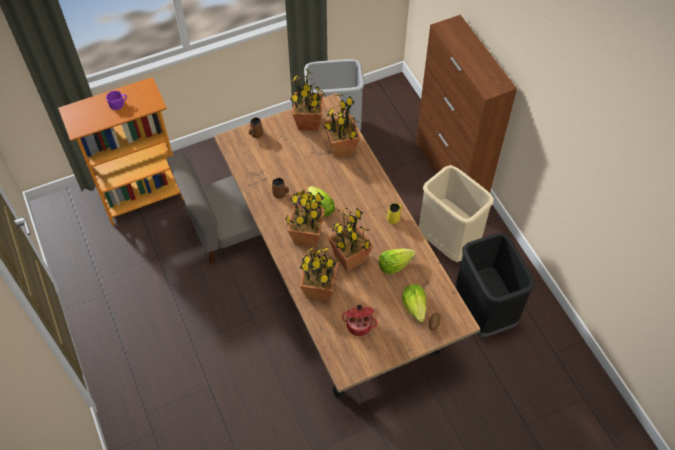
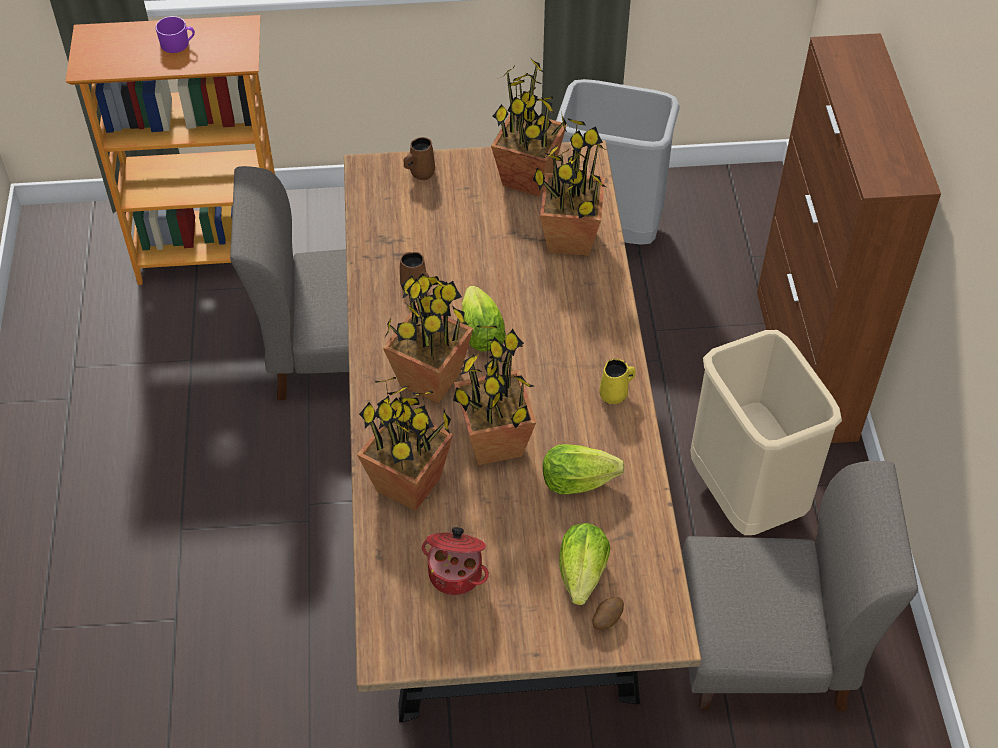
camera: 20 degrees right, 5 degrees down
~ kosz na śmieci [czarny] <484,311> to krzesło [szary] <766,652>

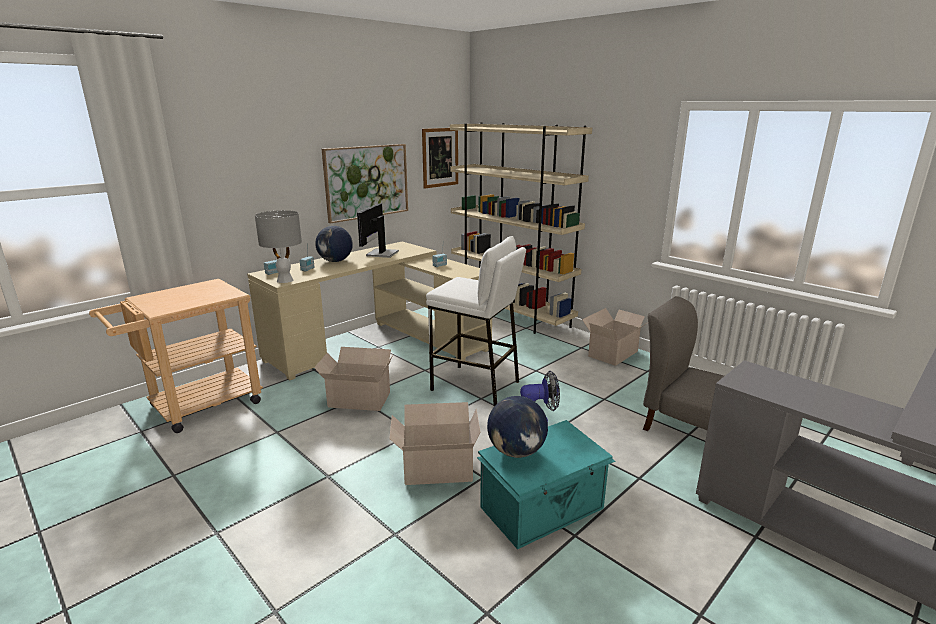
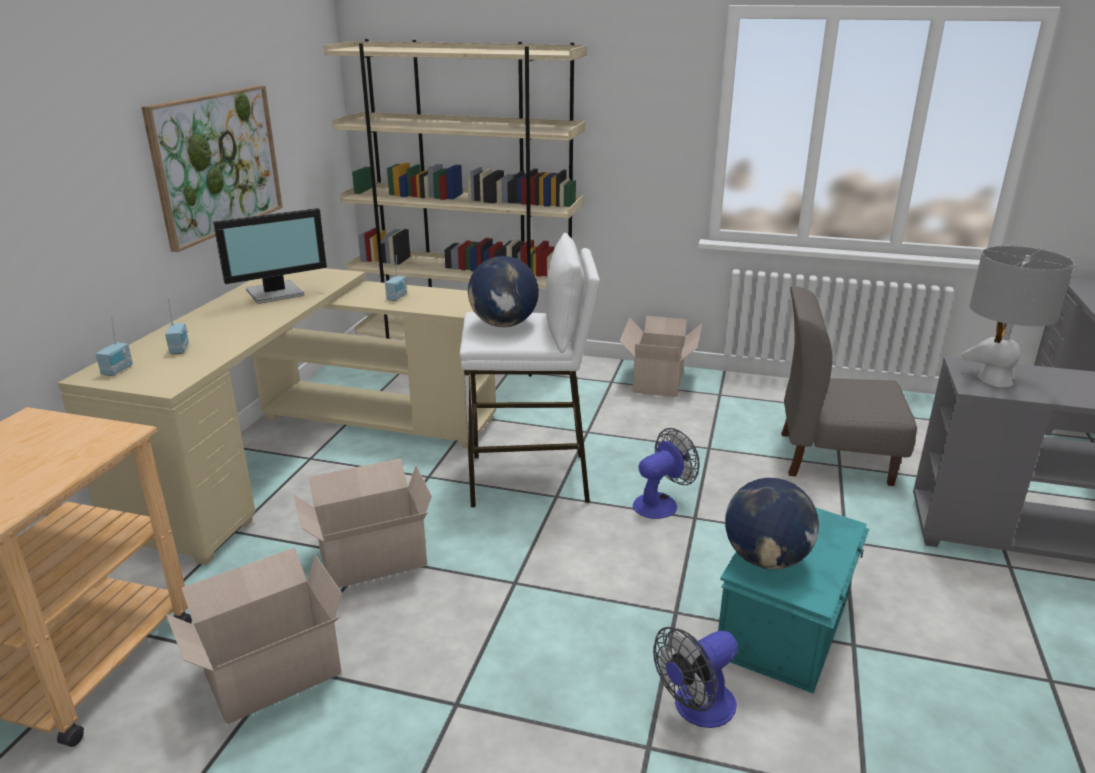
camera: 30 degrees left, 5 degrees up
~ lampa stołowa [szary] <285,280> to <995,380>
~ globus <335,261> to <504,324>
~ monitor <381,253> = <276,293> 105 degrees counterclockwise
~ karton <436,468> to <269,675>
- obraz <440,157>
+ wentylator <696,709>

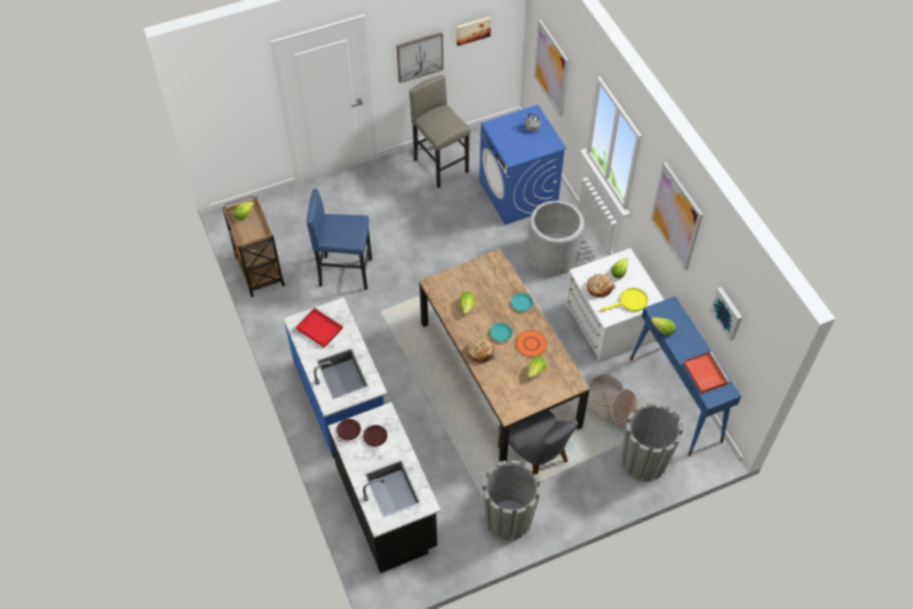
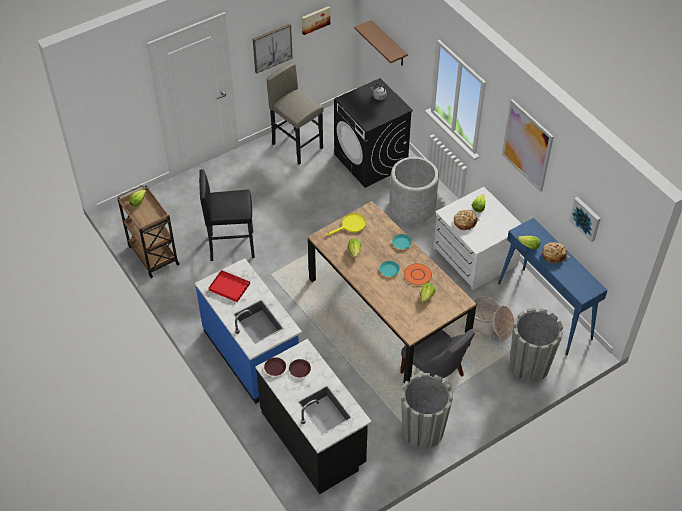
camera: 10 degrees left, 5 degrees down
~ stołek [niebieski] <345,272> to stołek [czarny] <231,245>
~ chleb <481,352> to <553,255>
~ pralka [niebieski] <518,194> to pralka [czarny] <371,161>
~ obraz <551,68> to półka [brązowy] <389,44>
~ patelnia [żółty] <629,302> to <350,225>
- taca [czerwony] <704,373>

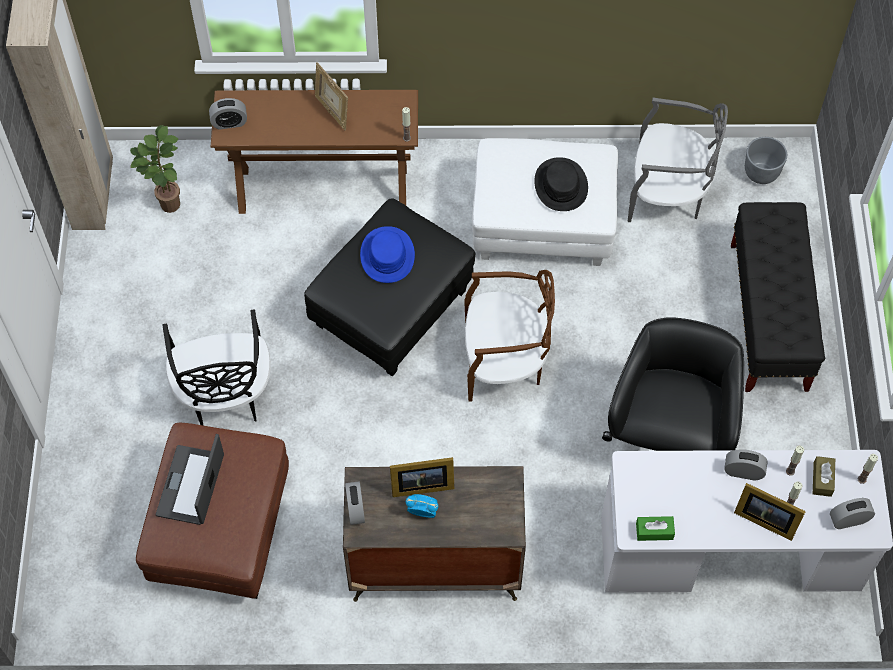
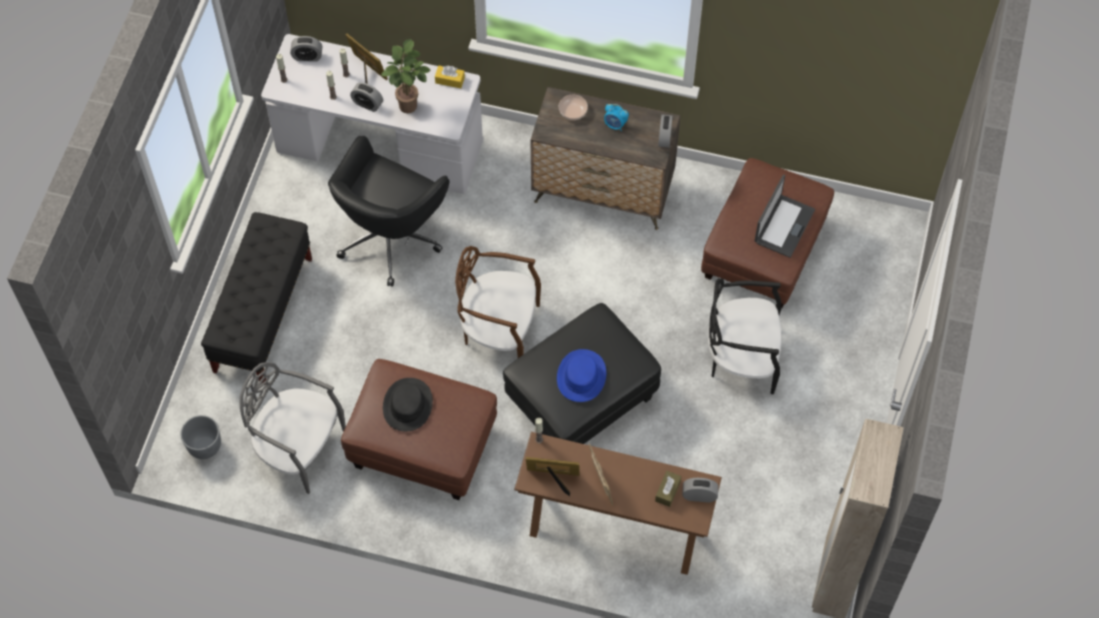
camera: 165 degrees left, 0 degrees up
~ roślina doniczkowa <168,202> to <409,108>
~ krzesło [czarny] <224,395> = <741,357> 90 degrees counterclockwise
~ ramka na zdjęcie <420,485> to <554,478>
~ pufa [biały] <543,224> to pufa [brązowy] <422,446>
~ pudełko chusteczek [zielony] <654,531> to pudełko chusteczek [żółty] <450,80>
~ pudełko chusteczek [brązowy] <822,479> to <667,491>
+ miska <573,111>

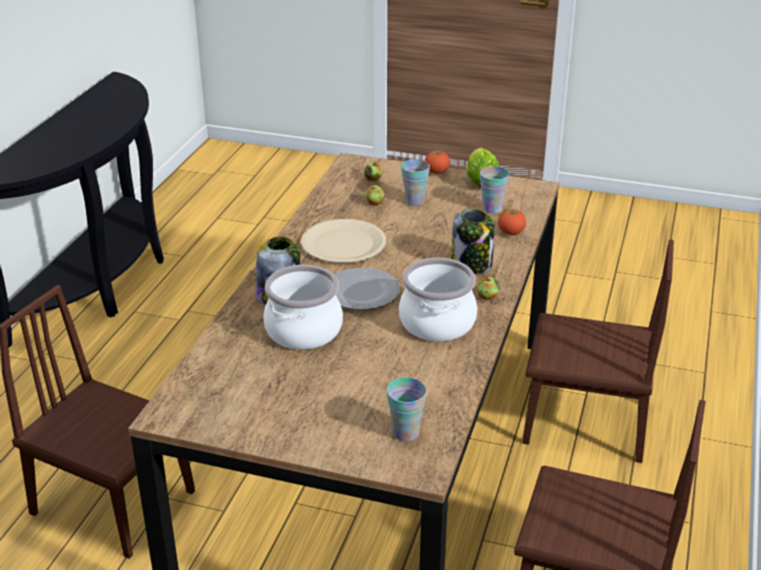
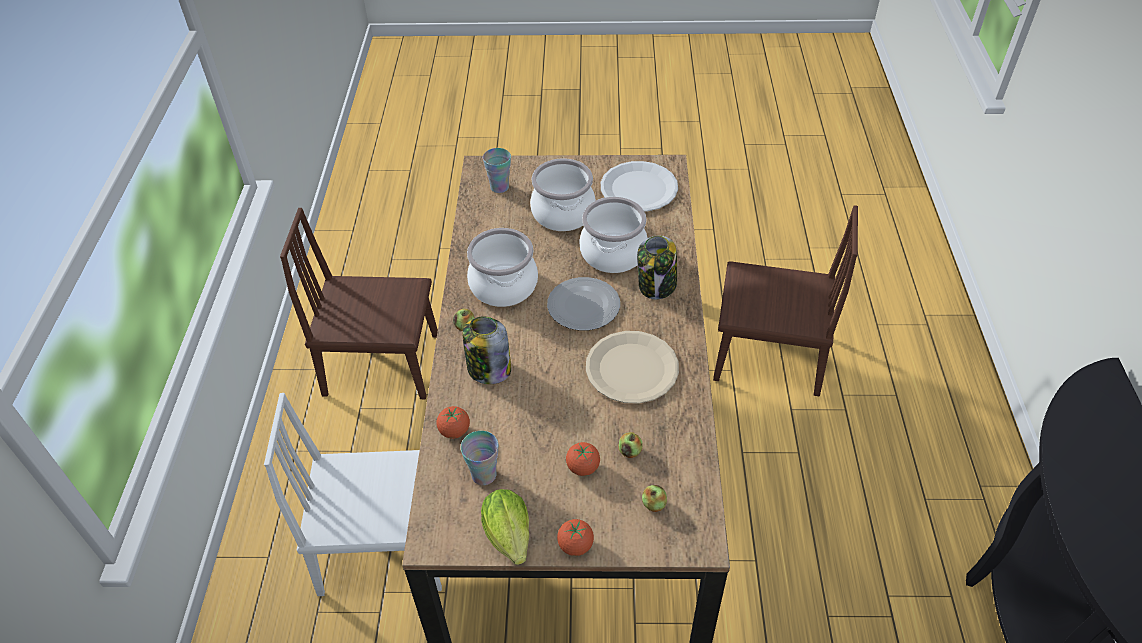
camera: 165 degrees right, 15 degrees up
~ filiżanka <414,201> to pomidor <583,467>
~ krzesło [brązowy] <585,422> to krzesło [biały] <385,547>
+ garnek <562,213>
+ talerz [biały] <639,188>

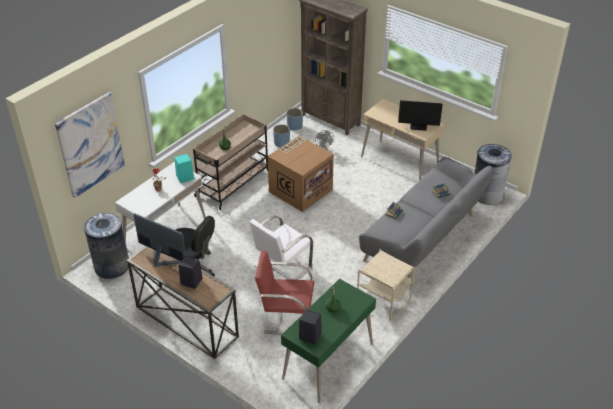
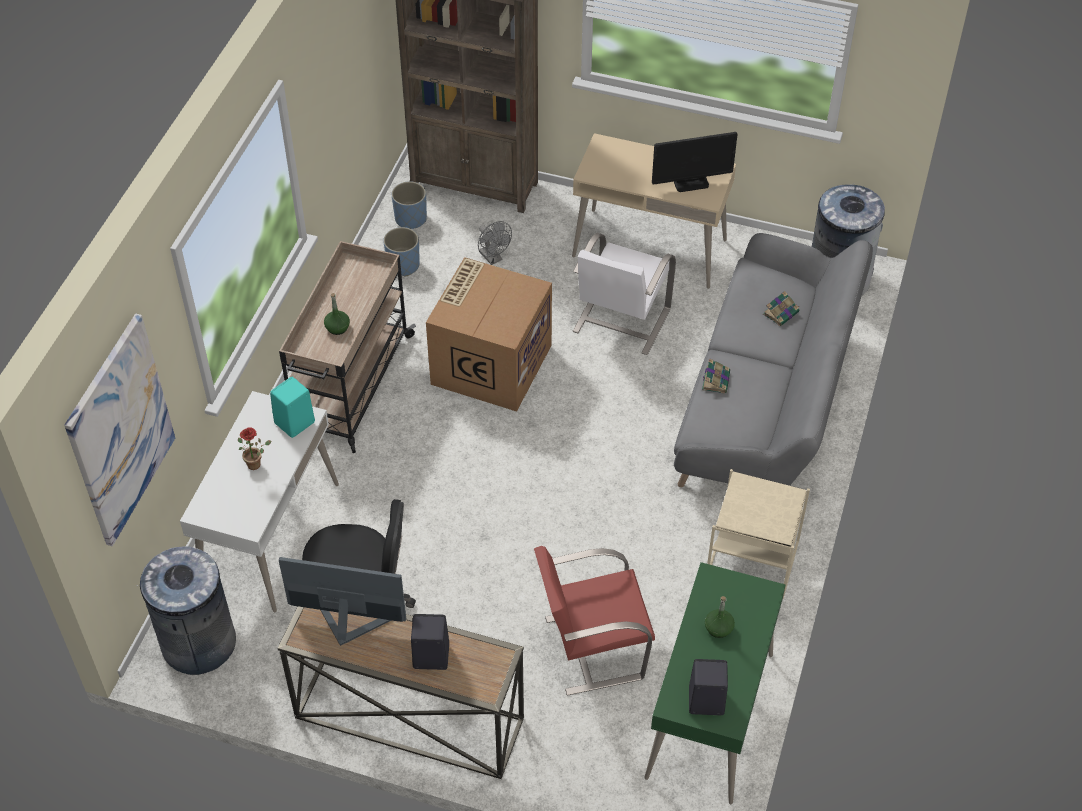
camera: 20 degrees left, 10 degrees up
~ krzesło [biały] <281,267> to <620,321>

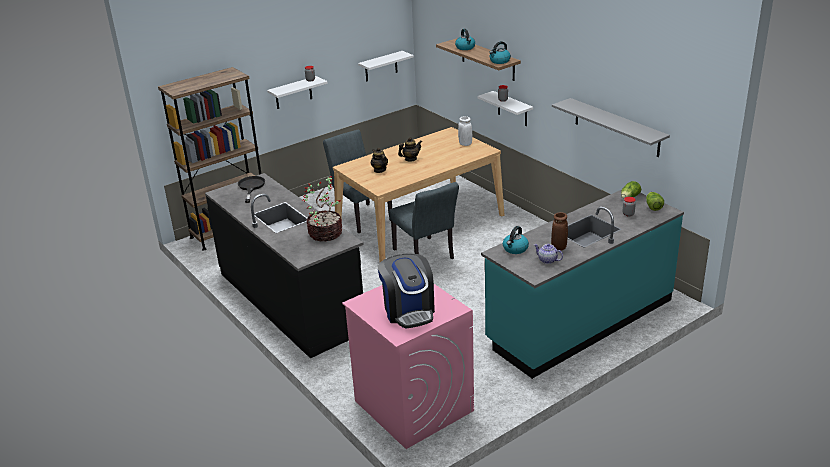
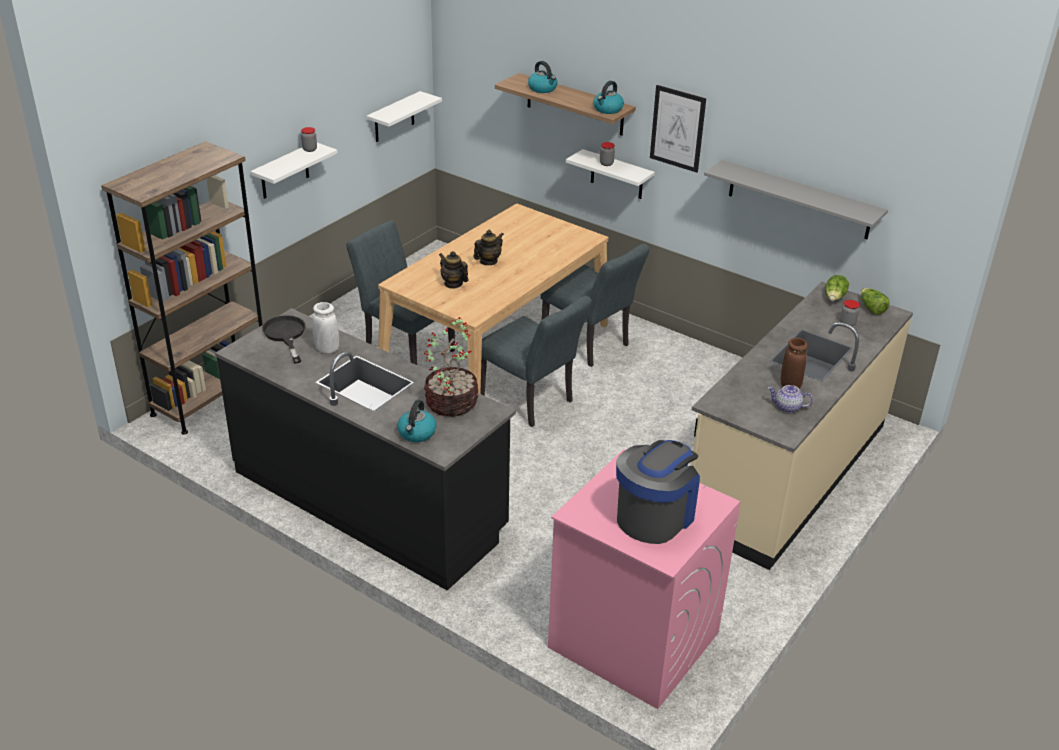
camera: 20 degrees left, 5 degrees up
~ ekspres do kawy <408,310> = <655,515> 105 degrees counterclockwise
~ wazon [biały] <465,144> to <327,349>
~ zabudowa kuchenna [turkusowy] <579,321> to zabudowa kuchenna [beżowy] <786,474>
~ czajnik <515,249> to <417,433>
+ krzesło [szary] <590,345>
+ obraz <677,128>

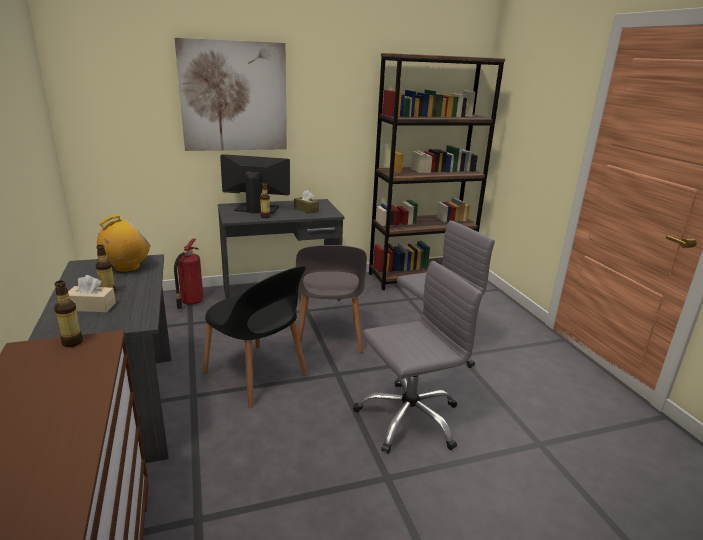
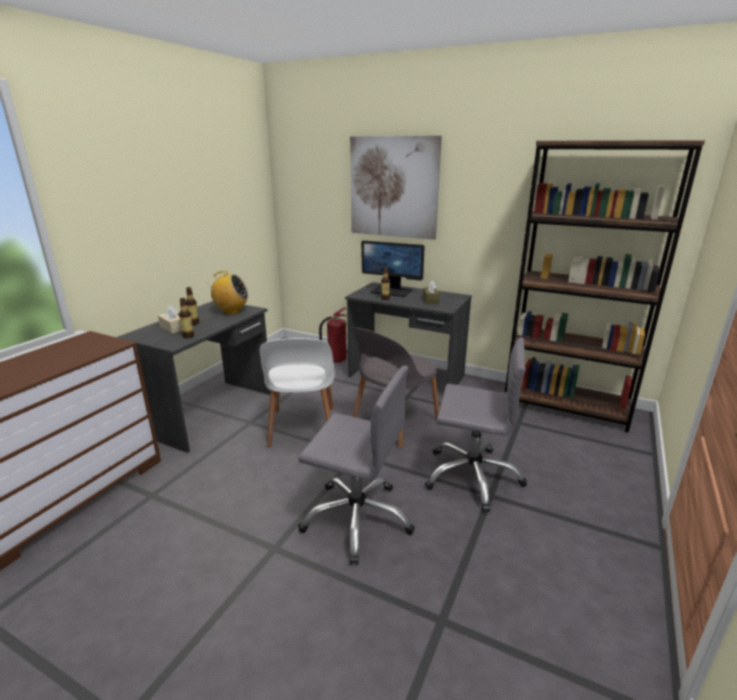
camera: 45 degrees right, 0 degrees up
~ butelka <72,342> to <188,336>
~ krzesło [czarny] <256,375> to krzesło [biały] <302,428>
~ monitor <256,209> = <391,291> 150 degrees clockwise

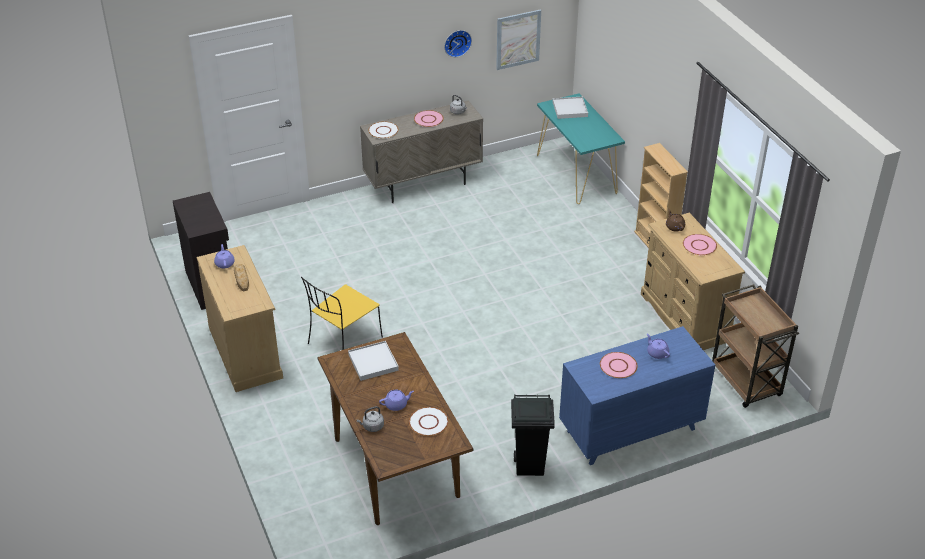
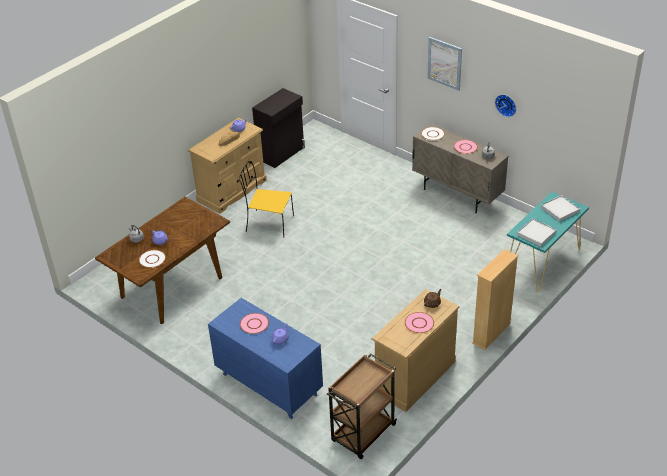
camera: 65 degrees right, 0 degrees up
~ taca [biały] <373,362> to <536,233>
~ obraz <518,39> to <444,63>
- kosz na śmieci [czarny] <530,466>

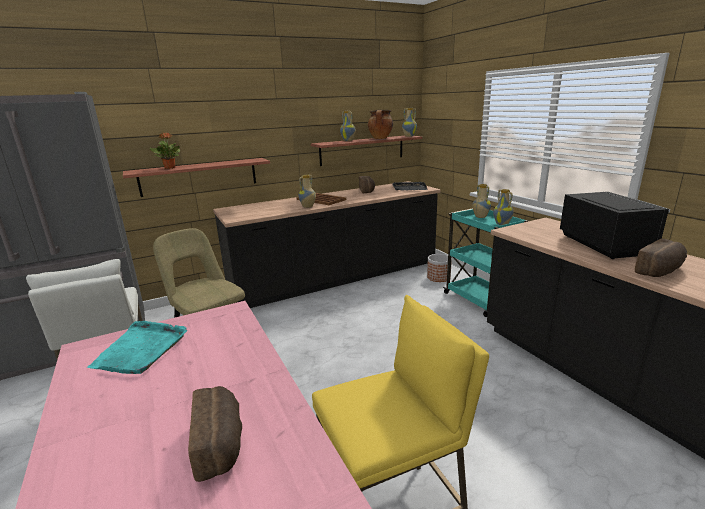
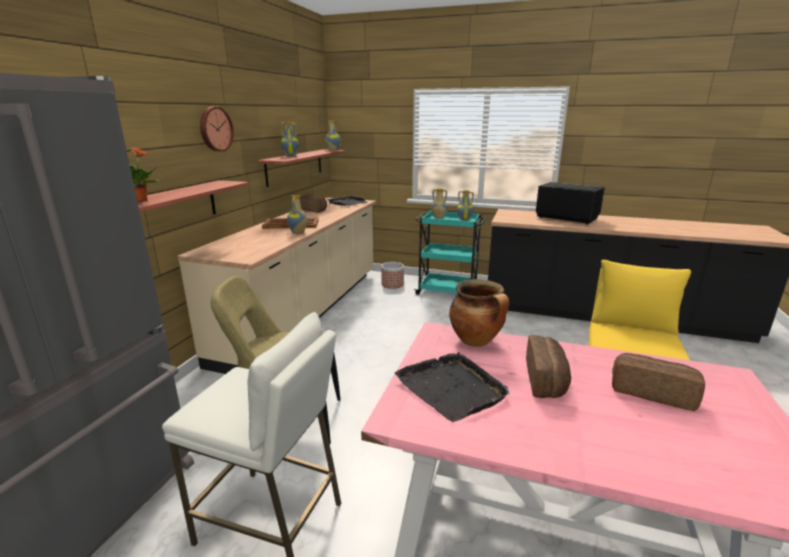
camera: 45 degrees left, 0 degrees up
~ taca [turkusowy] <141,349> to taca [czarny] <452,388>
~ zabudowa kuchenna [czarny] <337,279> to zabudowa kuchenna [beżowy] <307,312>
~ garnek <380,138> to <476,341>
~ chleb <660,271> to <547,380>
+ zegar ścienny <215,129>

